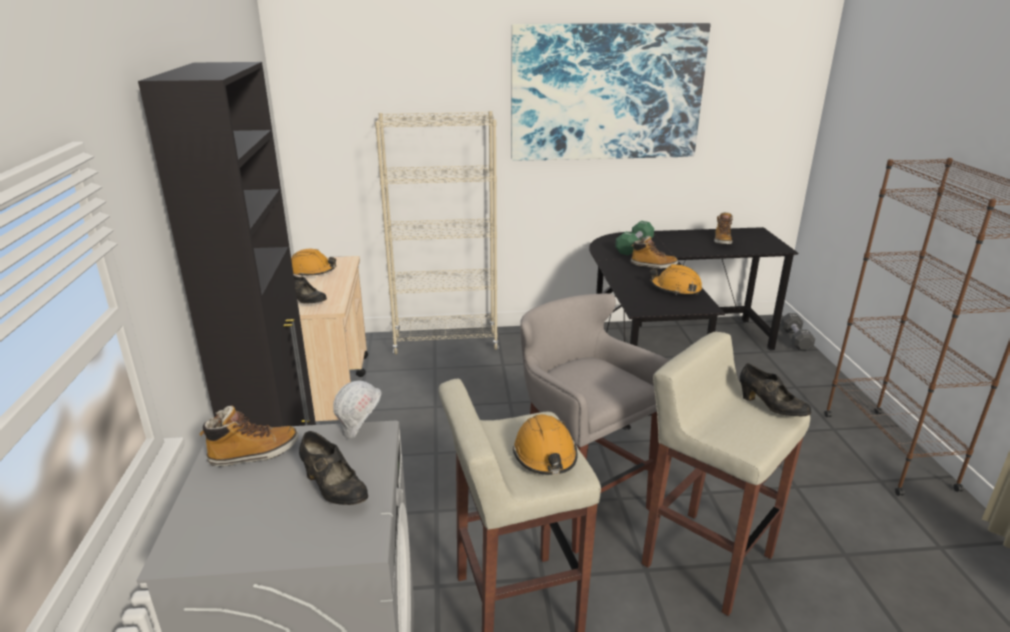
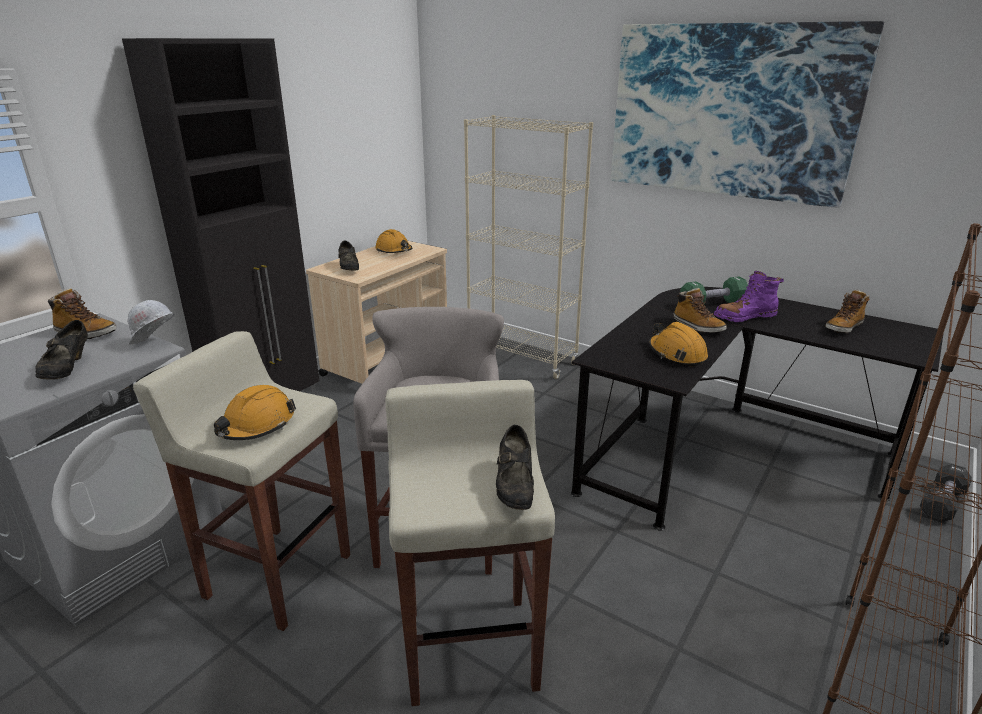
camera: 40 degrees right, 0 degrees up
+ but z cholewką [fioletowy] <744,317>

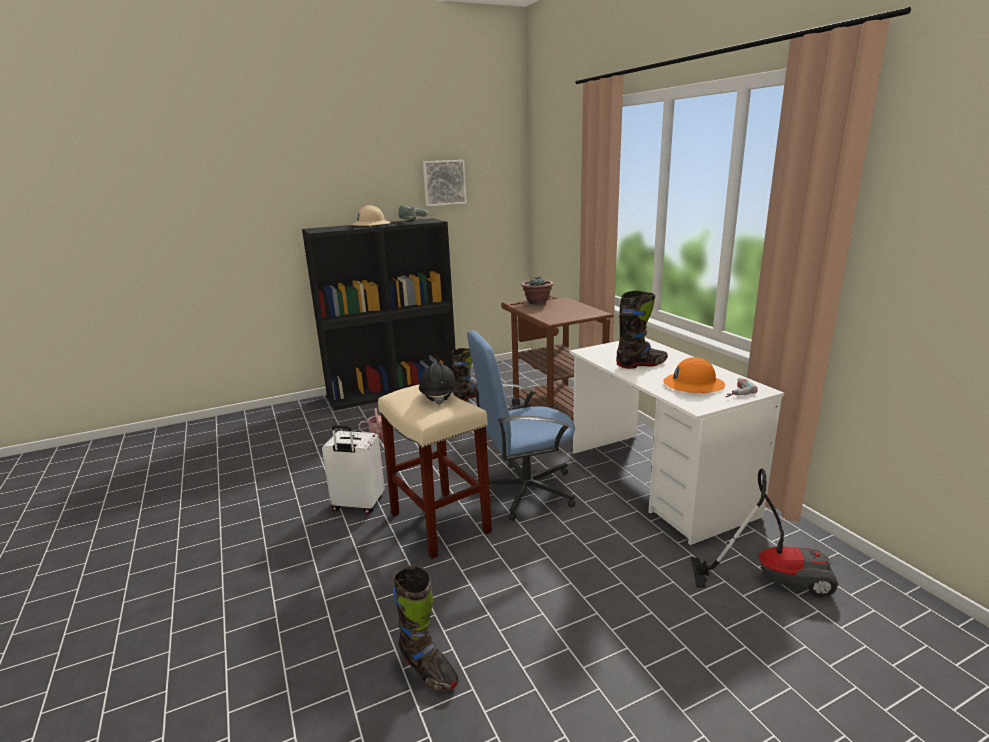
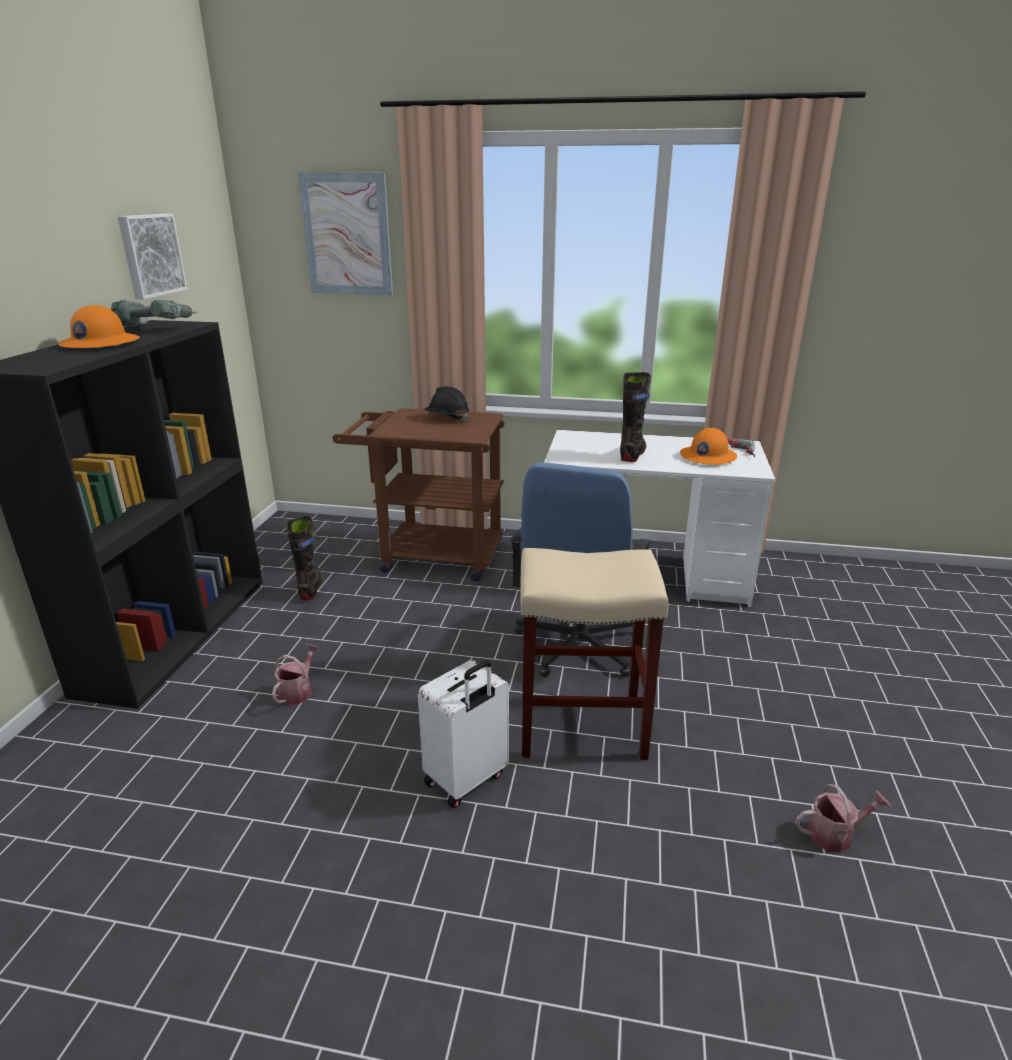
camera: 55 degrees left, 5 degrees up
~ kask [beżowy] <371,225> to kask [pomarańczowy] <100,344>
~ but z cholewką [czarny] <428,669> to konewka <835,834>
~ kask [czarny] <439,396> to <447,418>
- roślina doniczkowa <537,302>
- odkurzacz <771,576>
+ obraz <347,235>

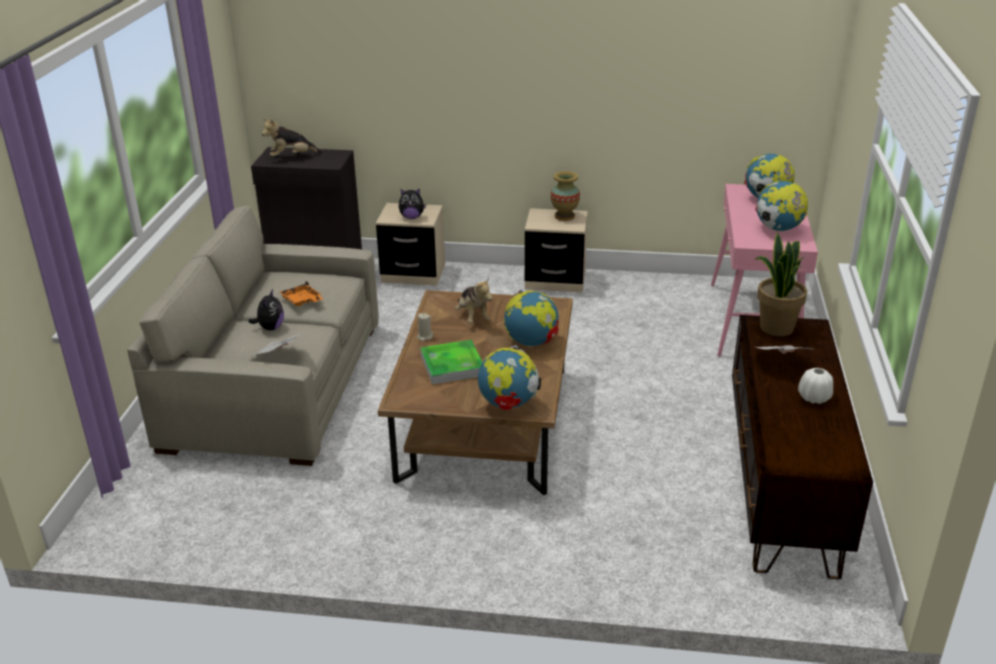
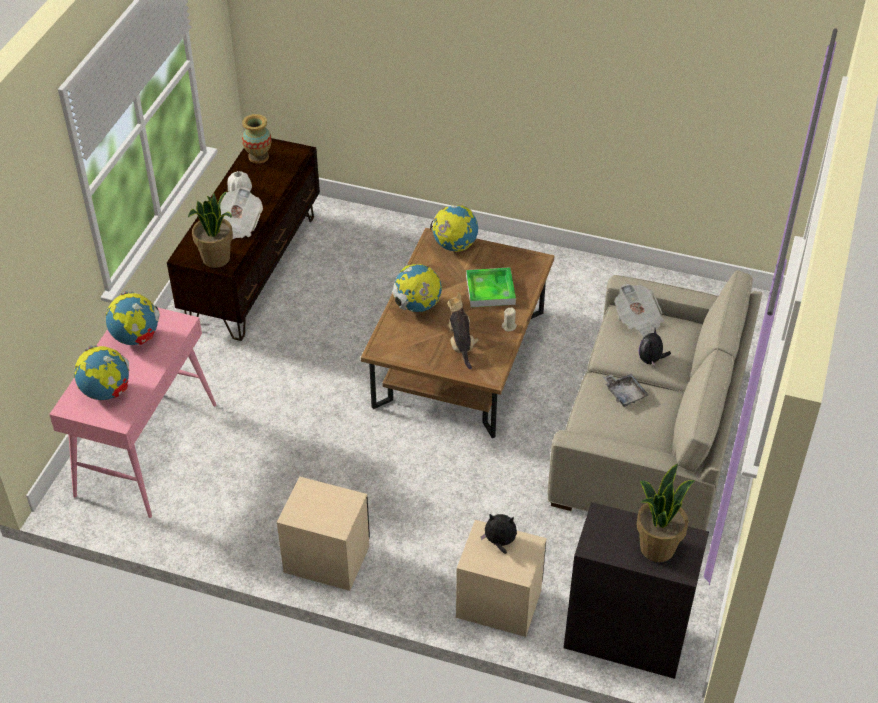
camera: 170 degrees left, 15 degrees up
~ pluszak <292,157> to roślina doniczkowa <657,547>
~ taca [pomarańczowy] <302,301> to taca [szary] <624,393>
~ wazon <564,216> to <258,157>

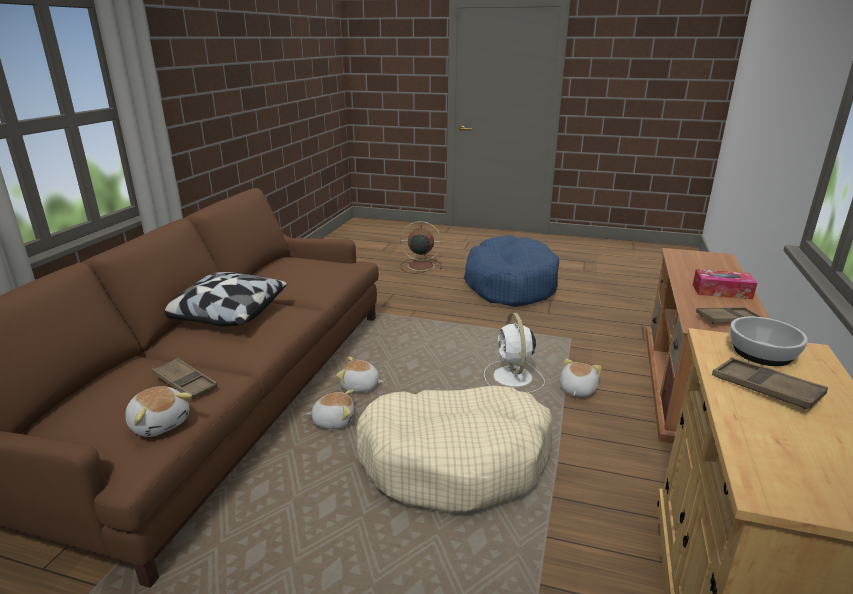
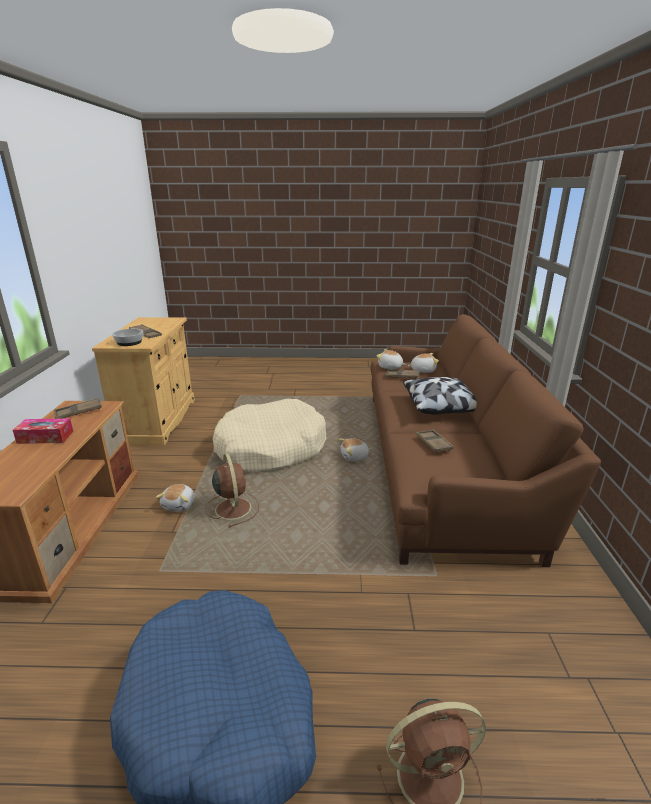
camera: 165 degrees right, 0 degrees up
~ pluszak <360,386> to <422,370>
~ wentylator [biały] <513,378> to wentylator [brązowy] <232,507>
+ taca [brązowy] <433,444>

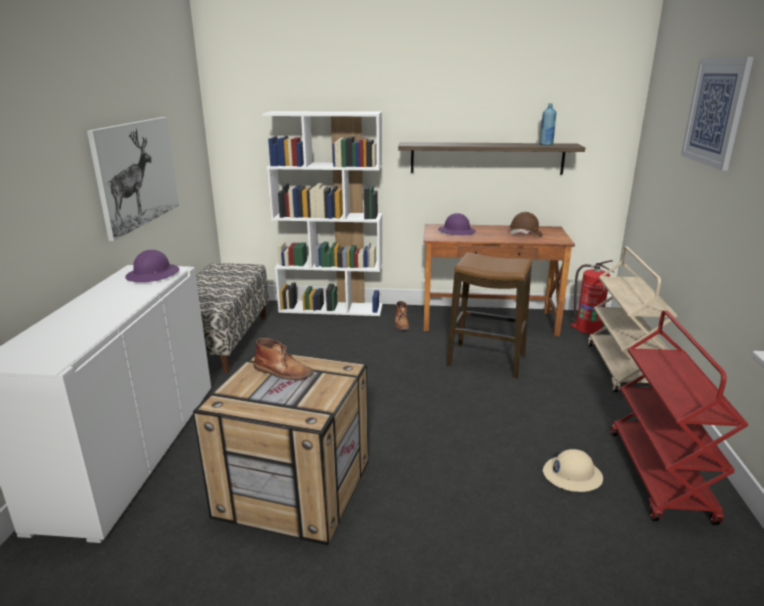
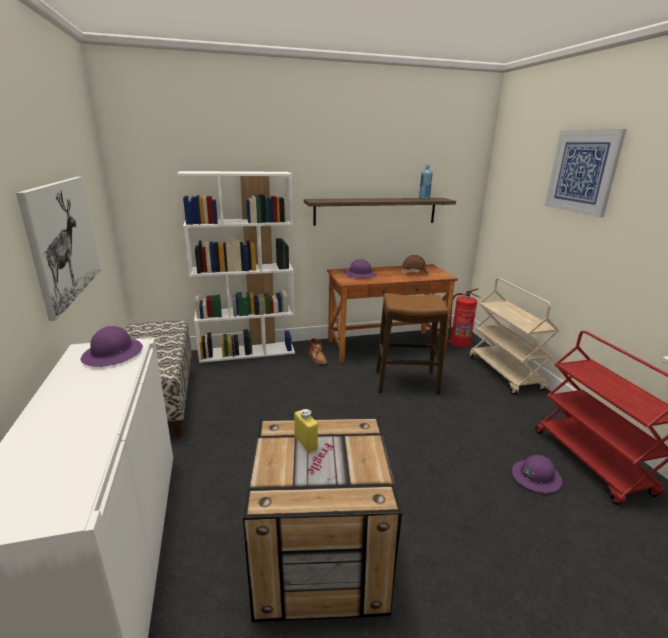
camera: 20 degrees left, 0 degrees up
~ but z cholewką [brązowy] <283,371> to butelka [żółty] <305,443>
~ kask [beżowy] <572,475> to kask [fioletowy] <536,477>

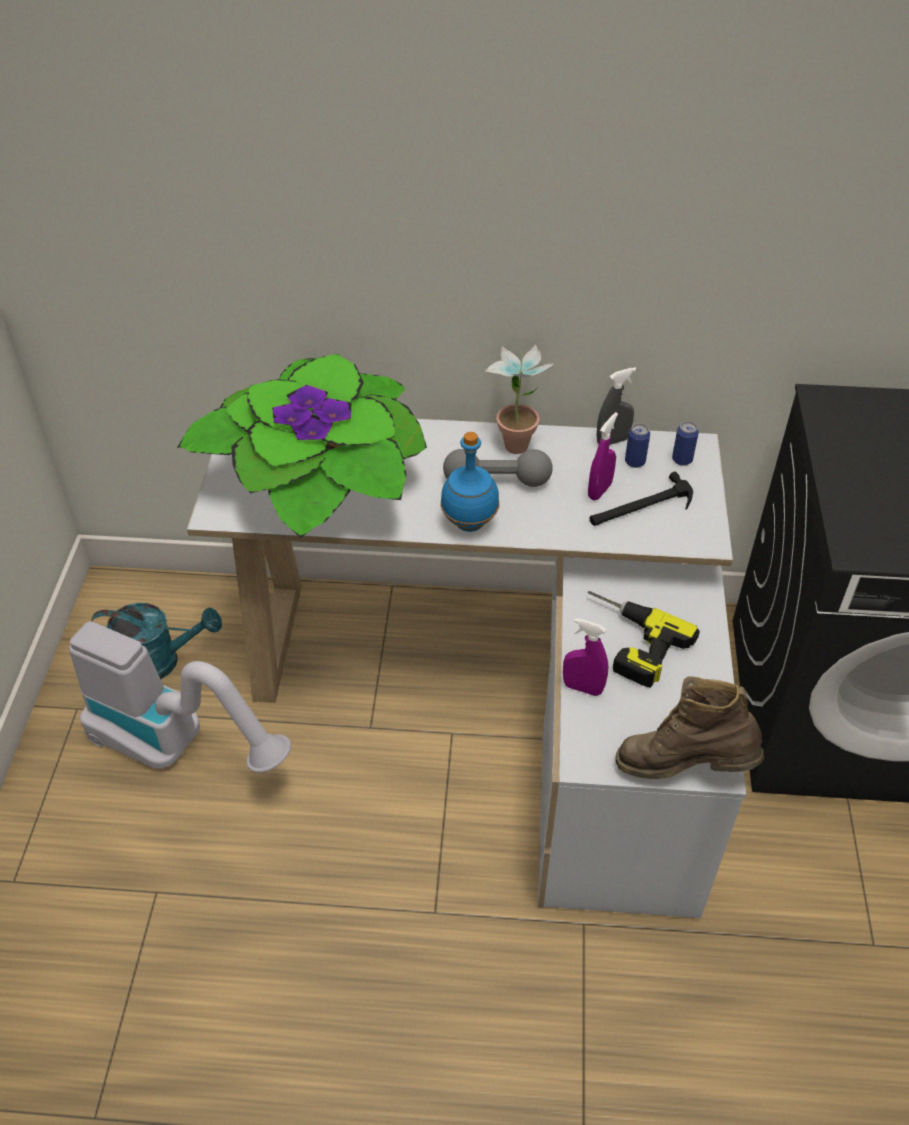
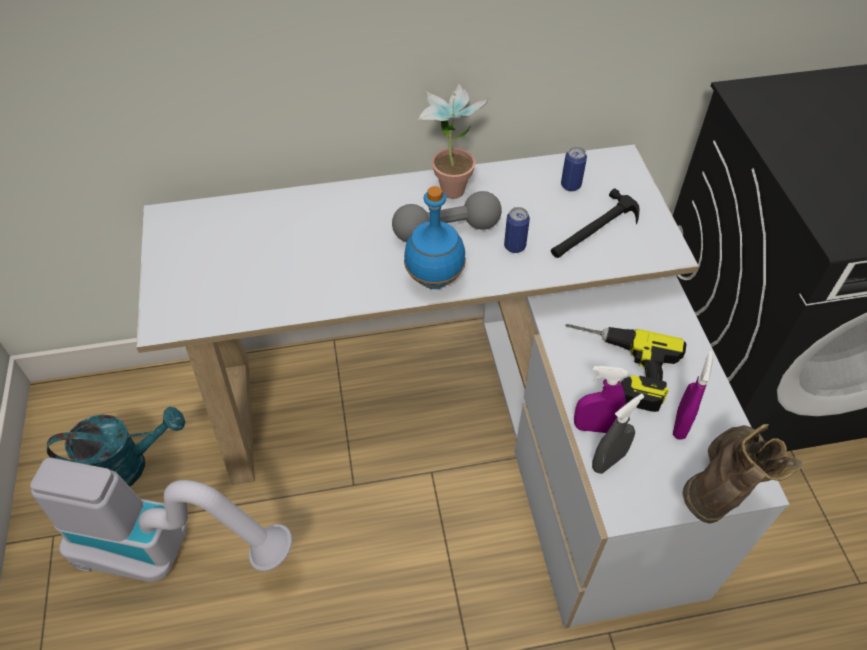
camera: 15 degrees left, 5 degrees up
- roślina doniczkowa <318,483>
~ spryskiwacz [fioletowy] <599,491> to <680,424>
~ spryskiwacz [szary] <612,441> to <608,461>
~ but z cholewką [brązowy] <683,767> = <721,489> 135 degrees clockwise
~ puszka <682,459> to <514,246>

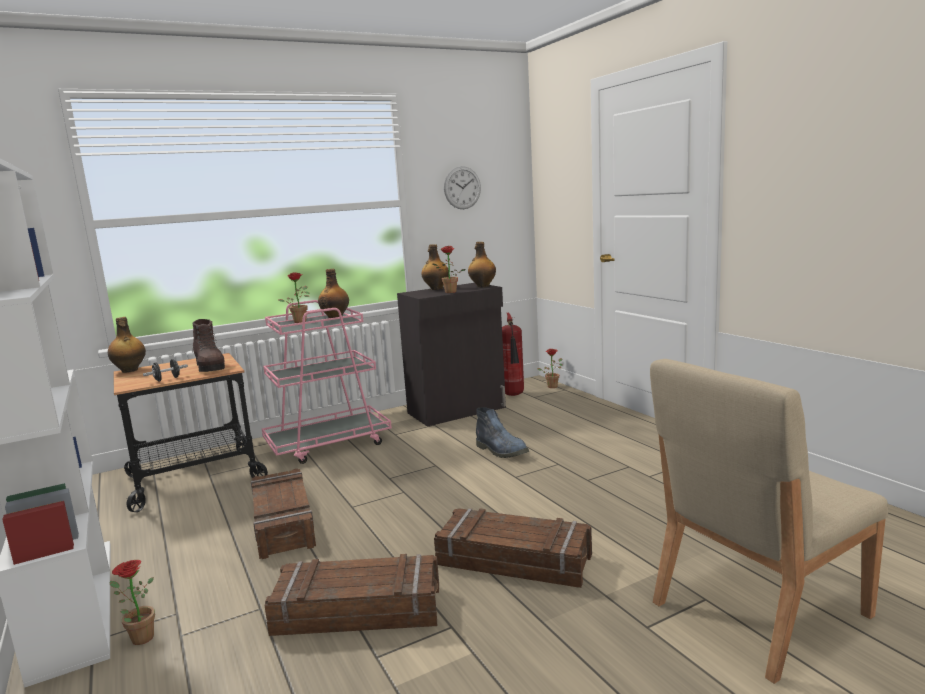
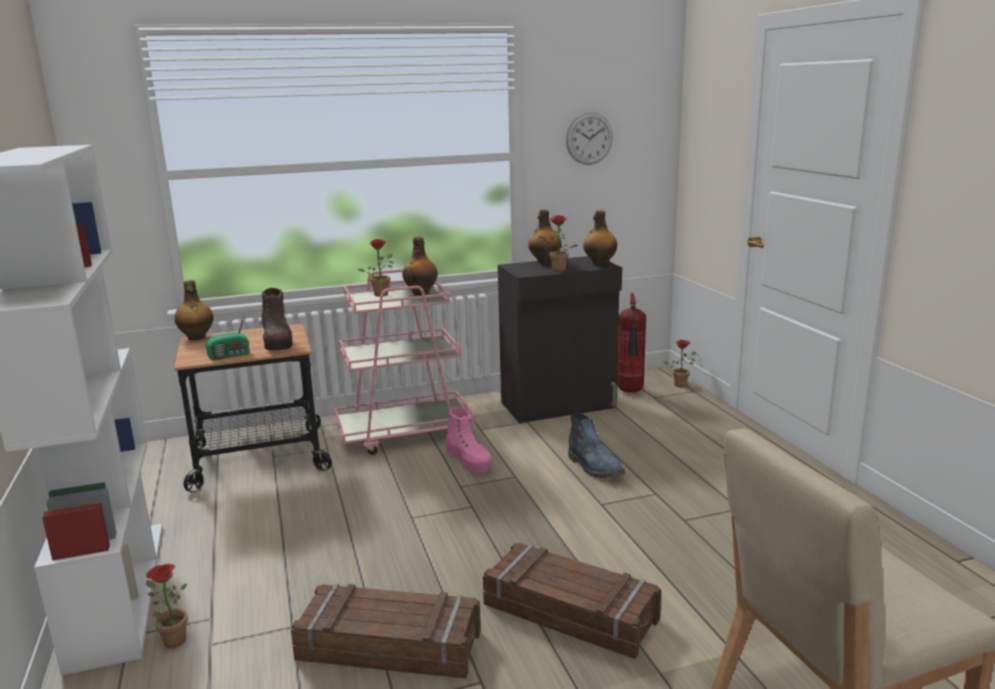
camera: 10 degrees right, 5 degrees up
~ hantel [czarny] <167,379> to radio <230,355>
- skrzynka <284,522>
+ but z cholewką [różowy] <469,461>

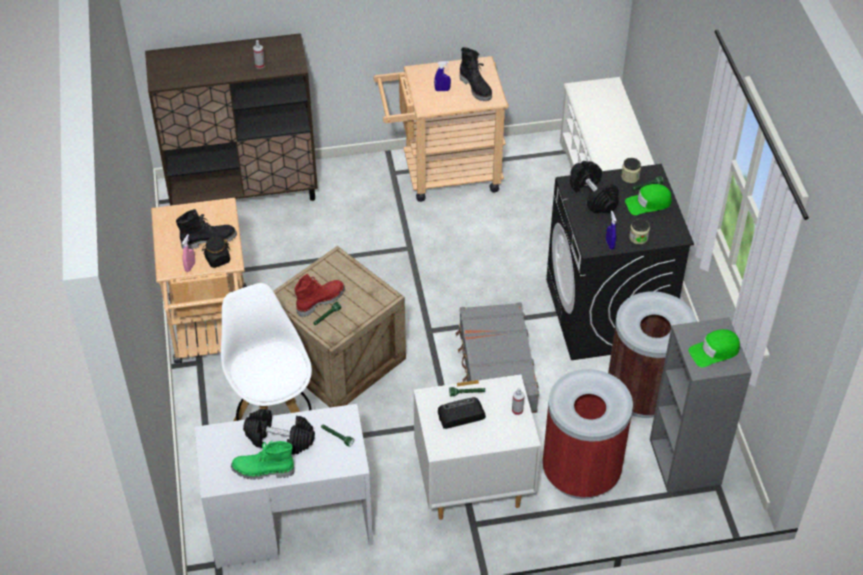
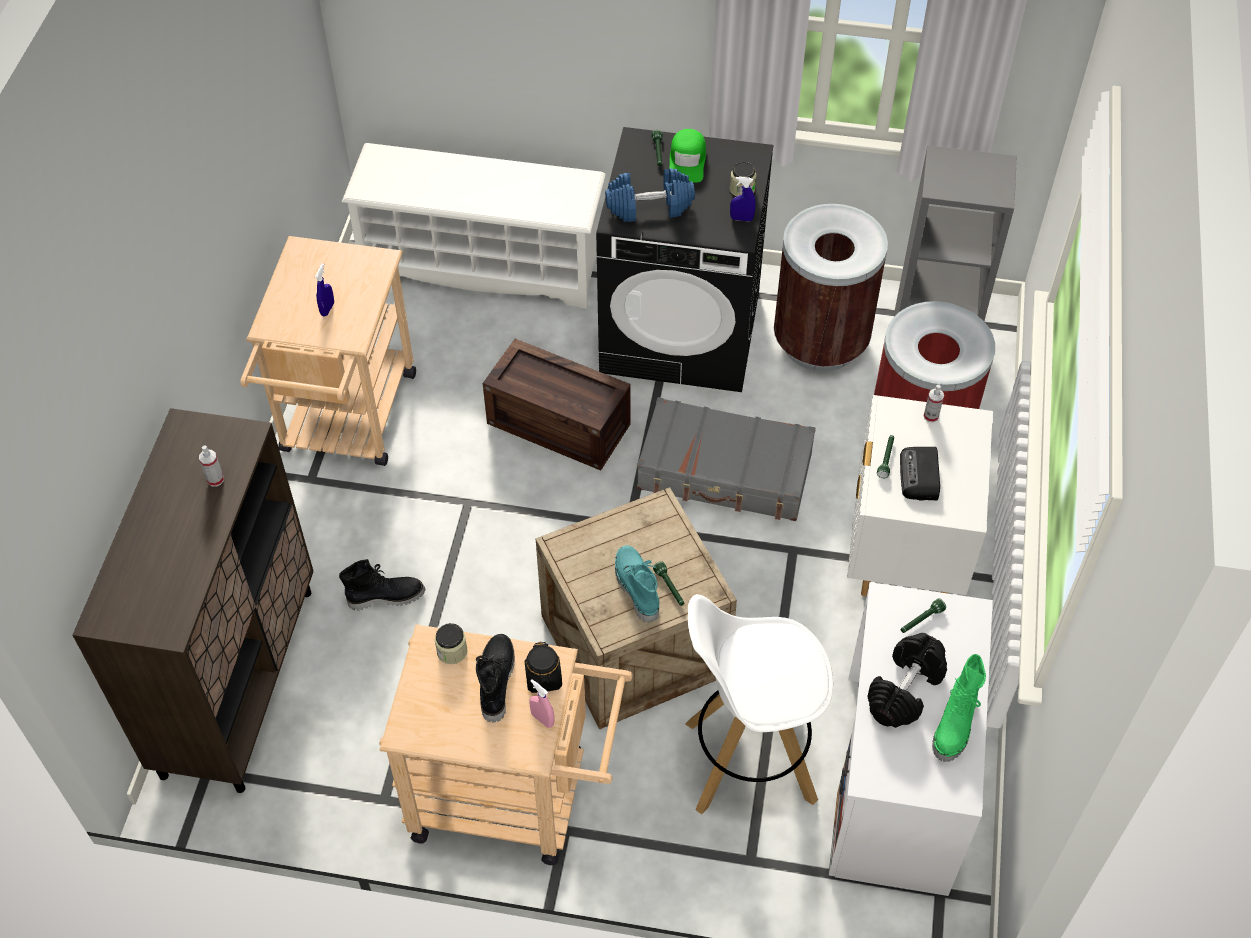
camera: 70 degrees left, 5 degrees up
~ but z cholewką [czerwony] <320,301> to but z cholewką [turkusowy] <635,588>
~ but z cholewką [czarny] <476,88> to <386,596>
~ hantel [czarny] <593,196> to hantel [niebieski] <649,206>
~ słoik <630,177> to <452,651>
- czapka z daszkiem [zielony] <714,351>
+ skrzynka <561,423>

